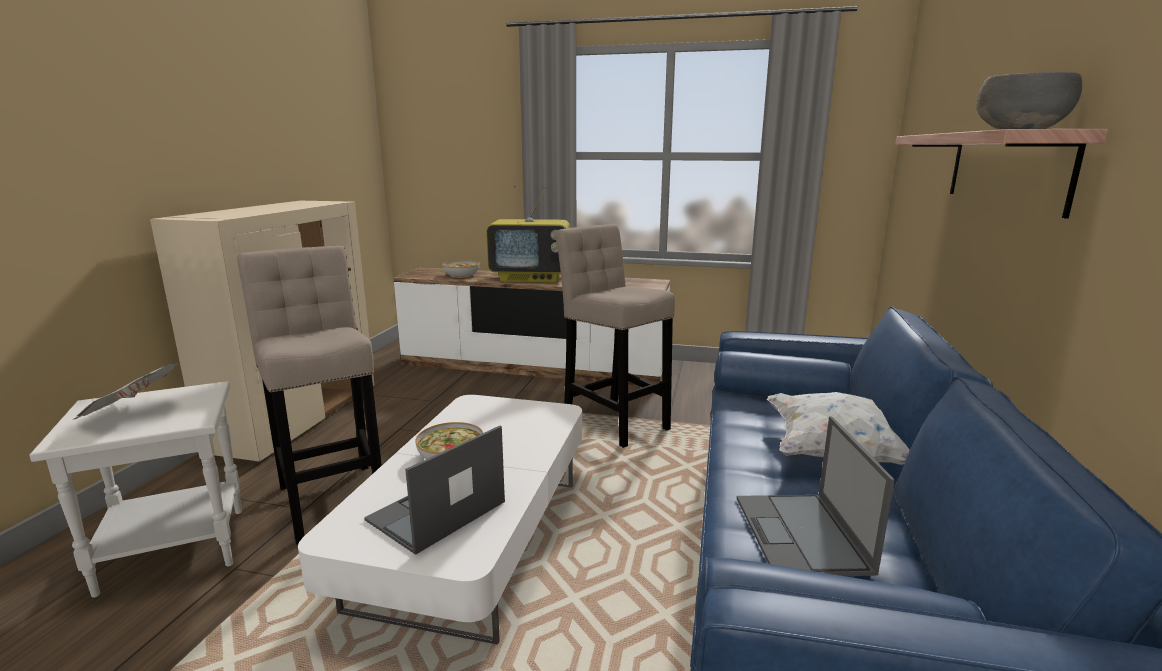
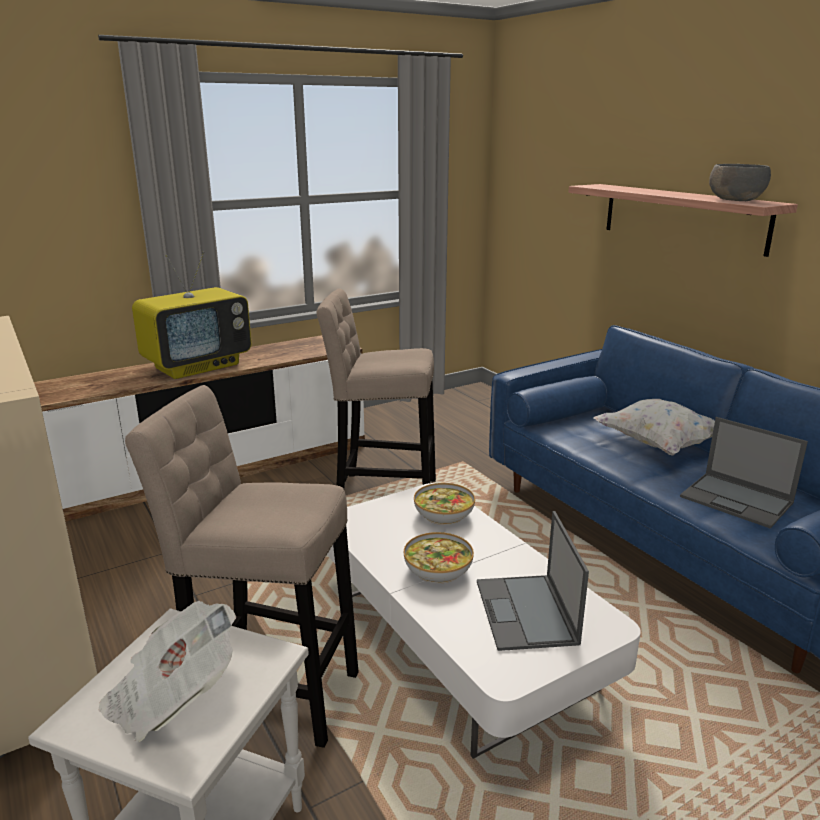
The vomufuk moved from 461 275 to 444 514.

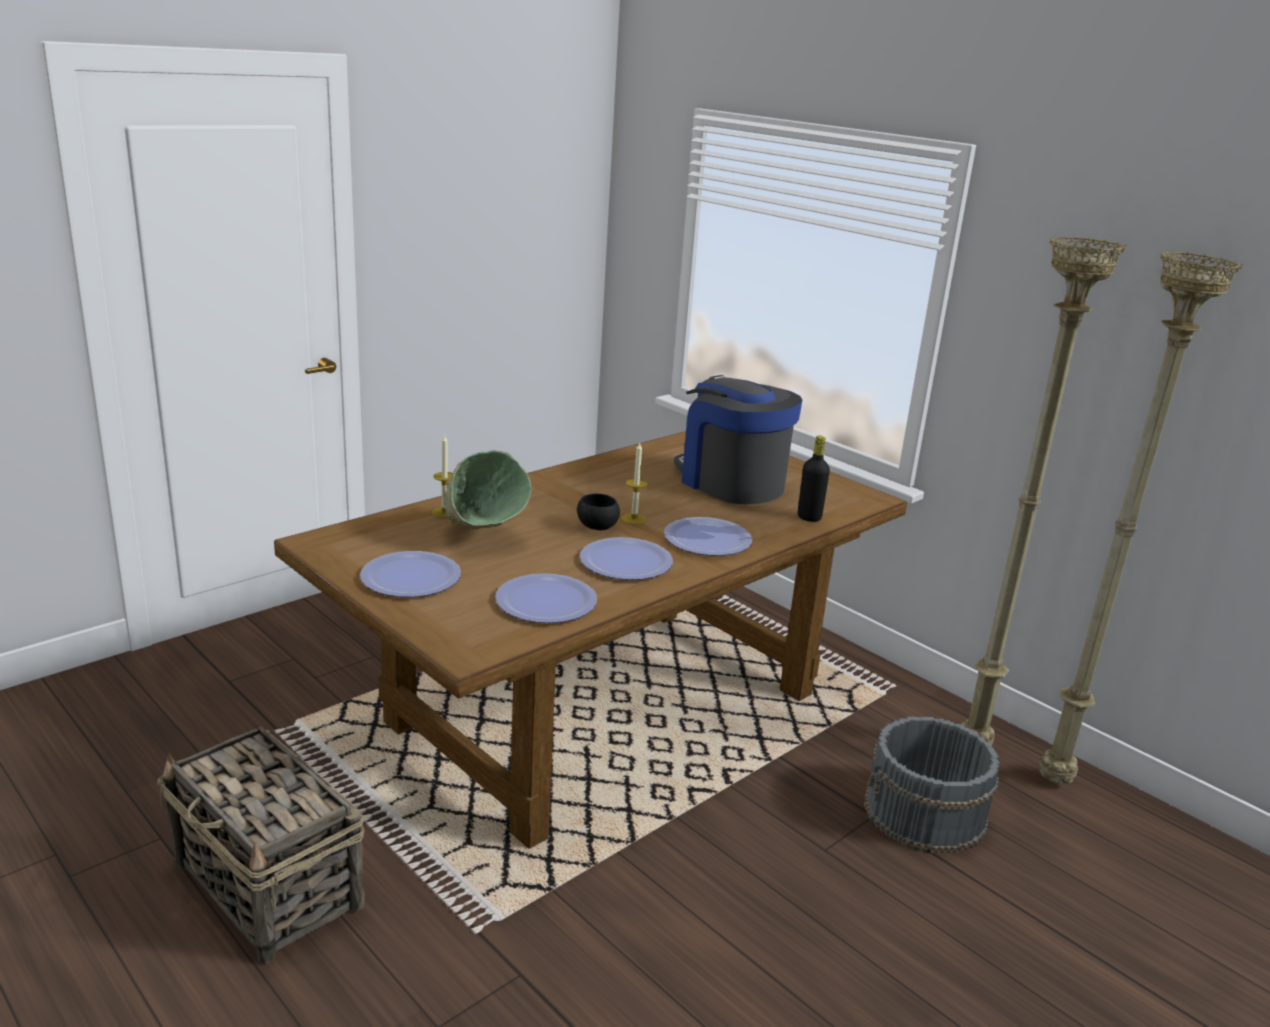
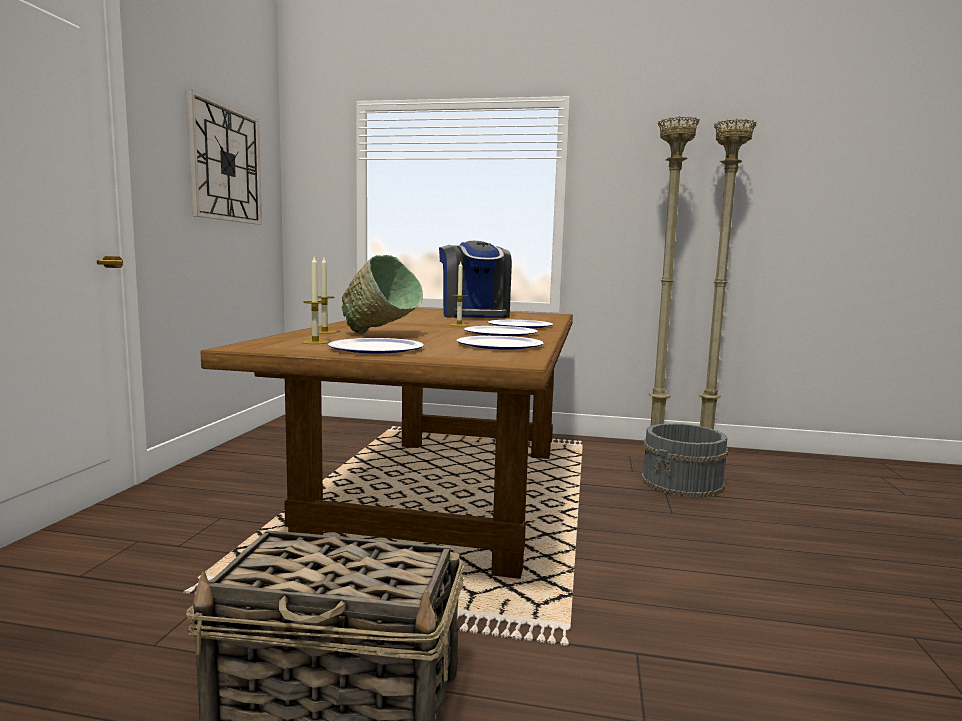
The black_vomufuk at 597 527 disappeared.
The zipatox at 730 482 turned 120 degrees counterclockwise.
The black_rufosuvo at 809 517 disappeared.
The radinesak at 226 164 appeared.
The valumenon at 315 342 appeared.

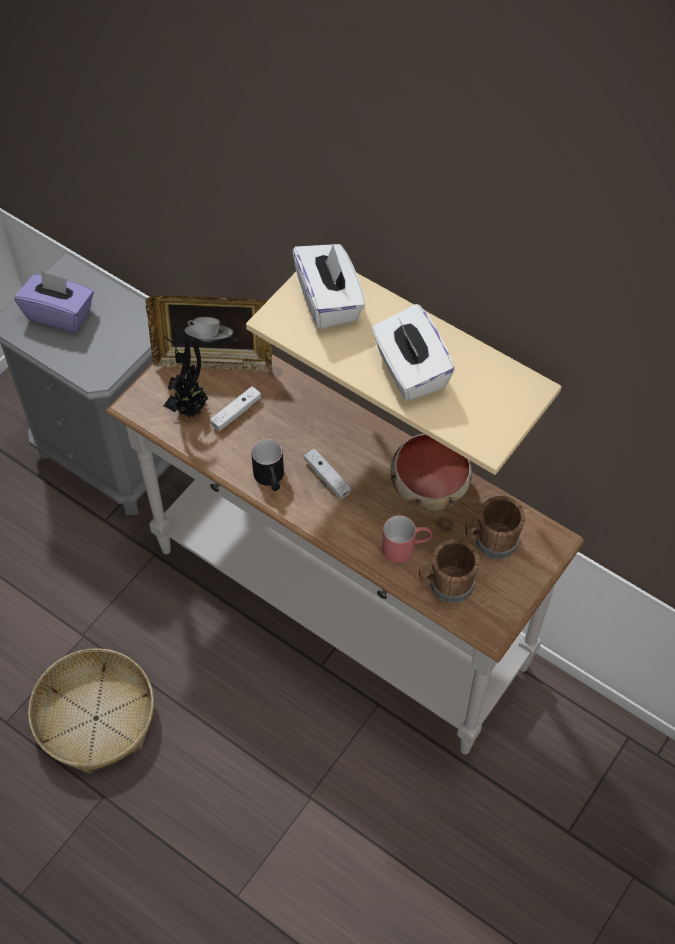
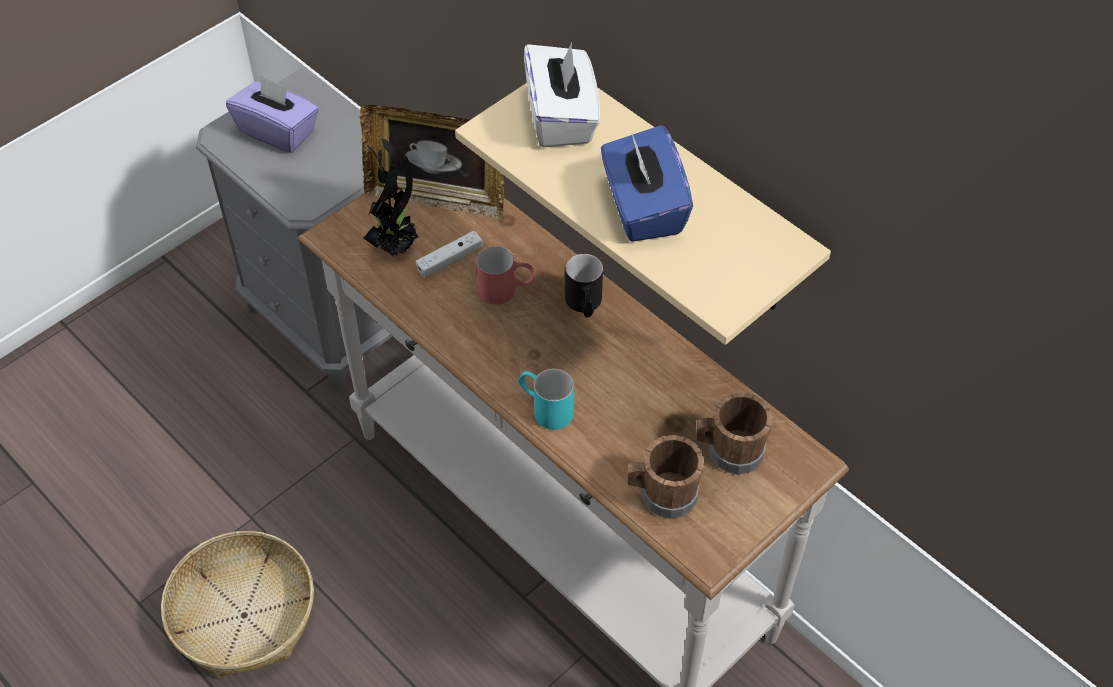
The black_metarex moved from 270 480 to 584 306.
The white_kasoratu at 327 477 disappeared.
The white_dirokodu at 410 370 became the blue_dirokodu at 642 208.
The red_metarex moved from 406 548 to 506 290.
The vomufuk at 428 485 disappeared.
The turquoise_metarex at 545 408 appeared.

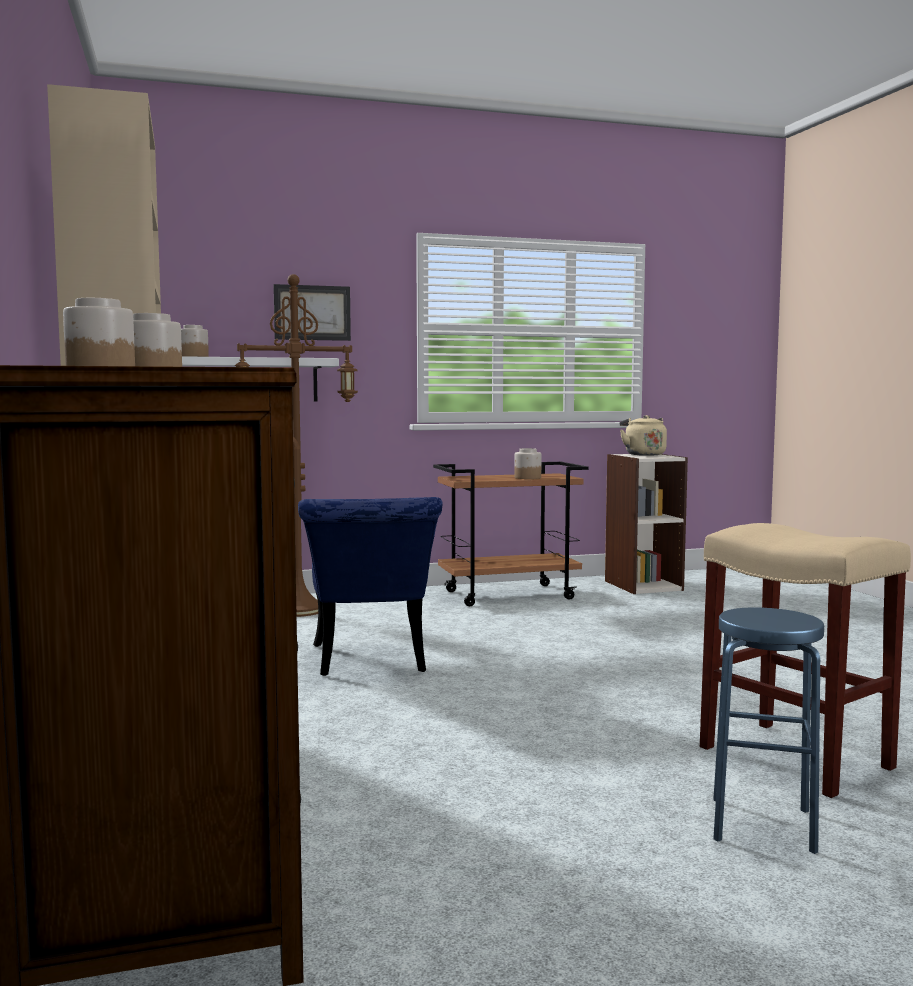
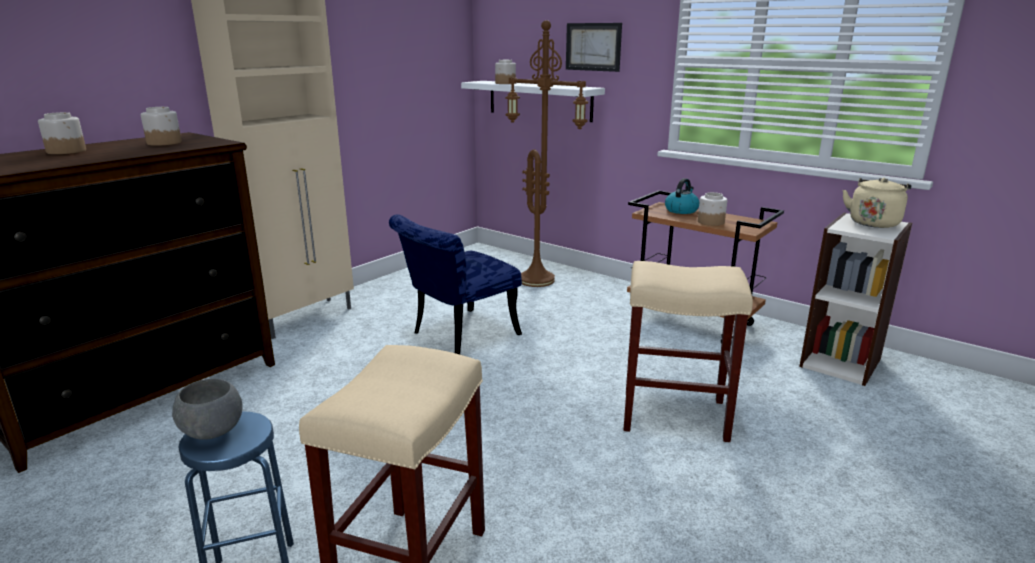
The grey_vomufuk at 212 432 appeared.
The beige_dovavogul at 673 415 appeared.
The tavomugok at 681 210 appeared.

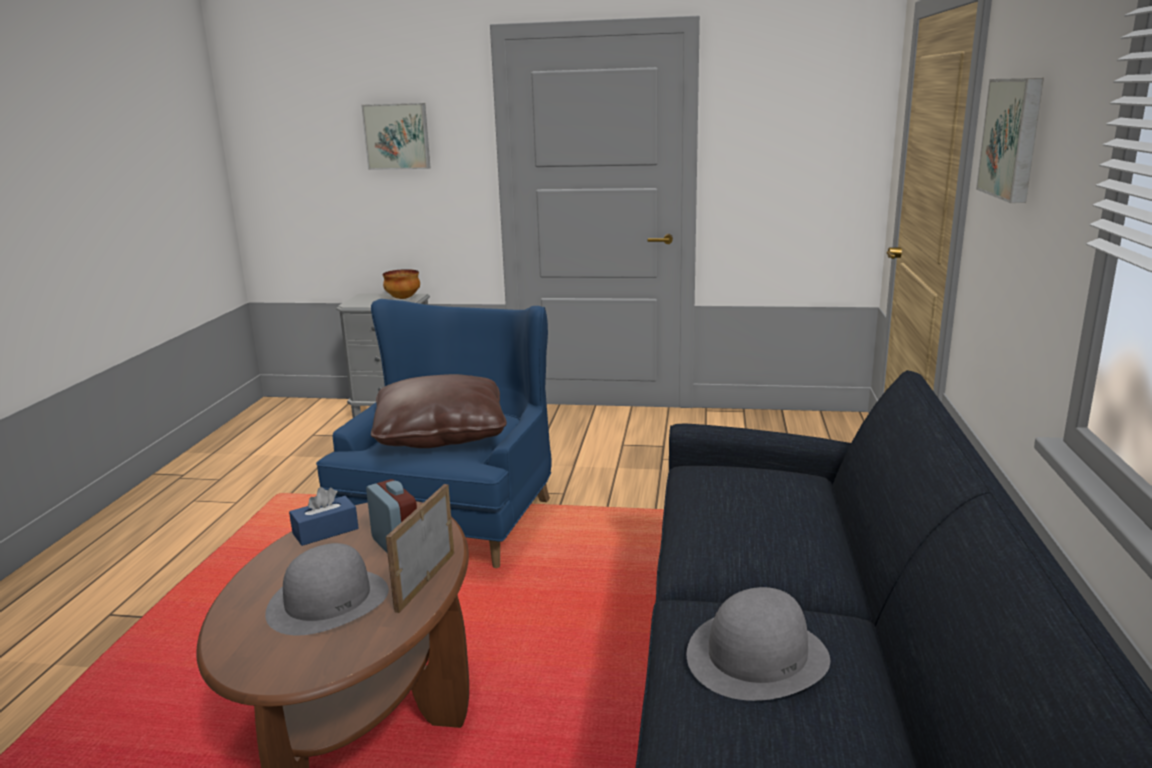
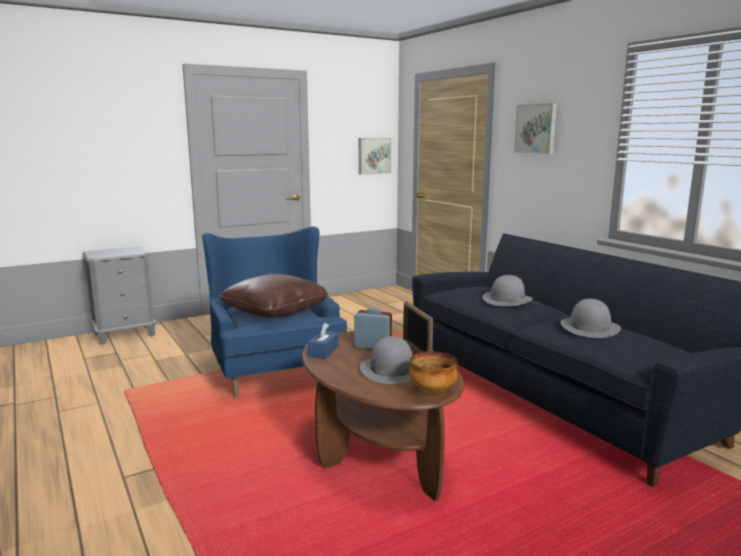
The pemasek moved from 397 136 to 373 156.
The vomufuk moved from 403 298 to 432 391.
The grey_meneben at 507 299 appeared.

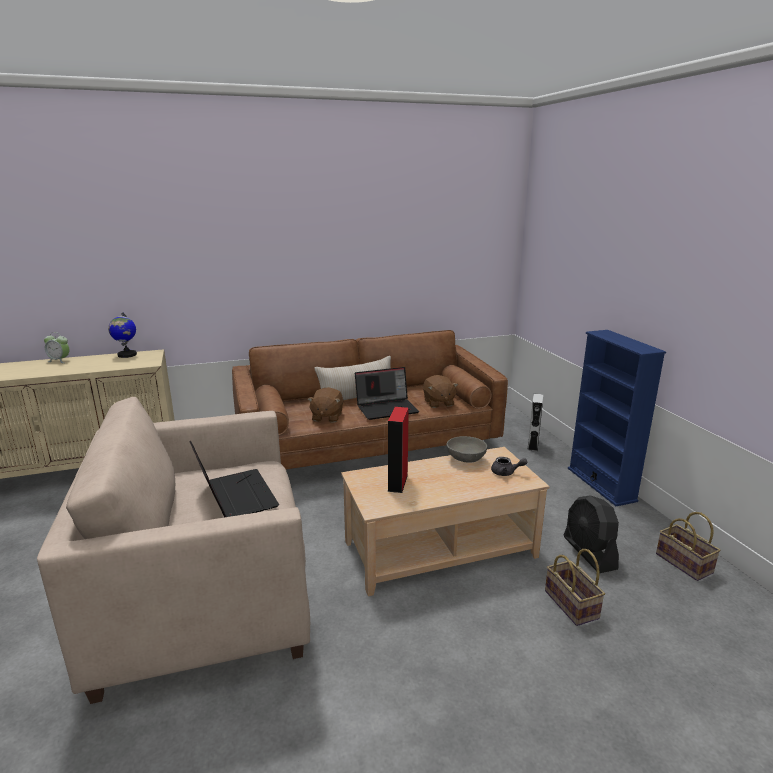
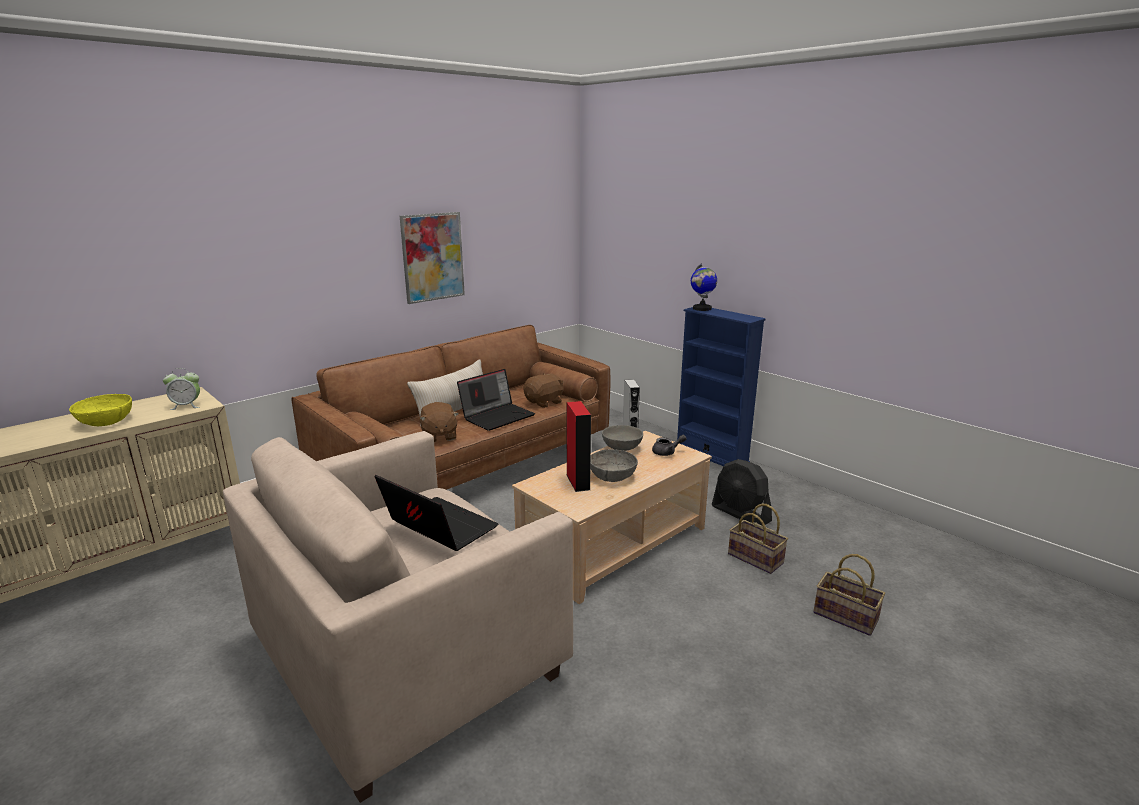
The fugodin moved from 59 360 to 186 406.
The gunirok moved from 127 355 to 702 308.
The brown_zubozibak at 438 403 turned 90 degrees counterclockwise.
The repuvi moved from 685 564 to 847 616.
The yellow_vomufuk at 106 421 appeared.
The pemasek at 432 257 appeared.
The grey_vomufuk at 612 476 appeared.

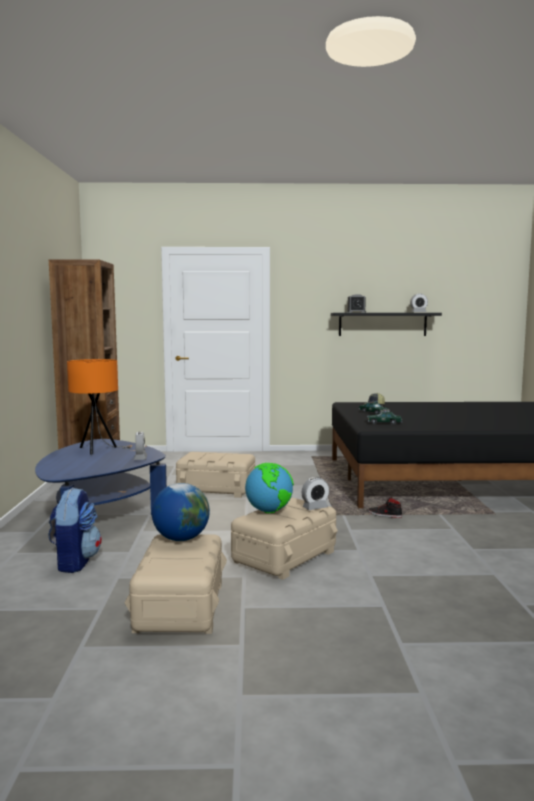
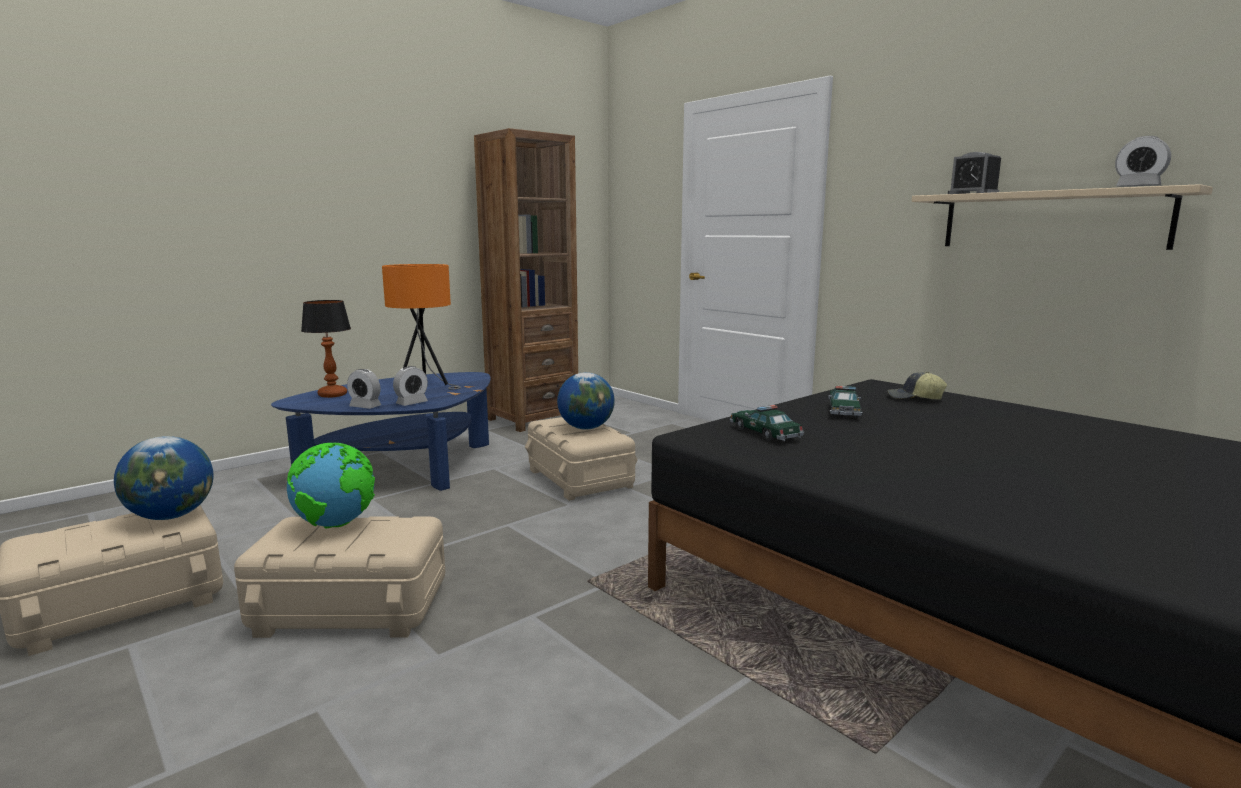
The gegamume at 75 562 disappeared.
The fugodin moved from 315 507 to 365 406.
The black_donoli at 382 324 became the beige_donoli at 1050 220.
The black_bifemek at 384 515 disappeared.
The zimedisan at 333 395 appeared.
The gunirok at 586 428 appeared.

